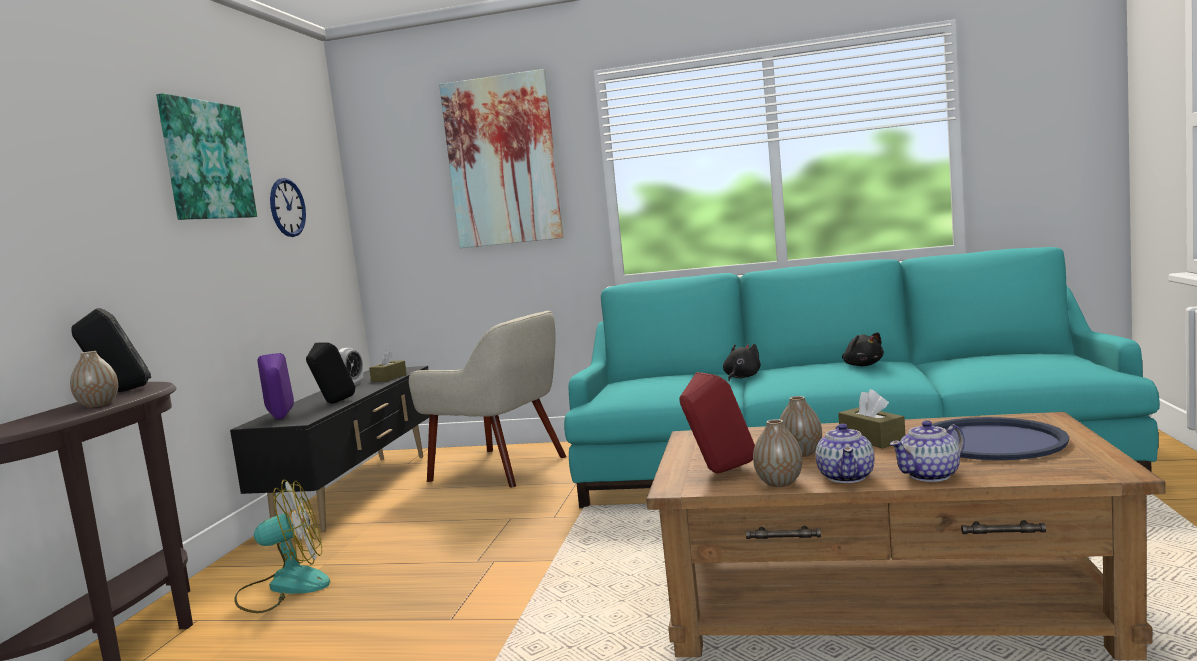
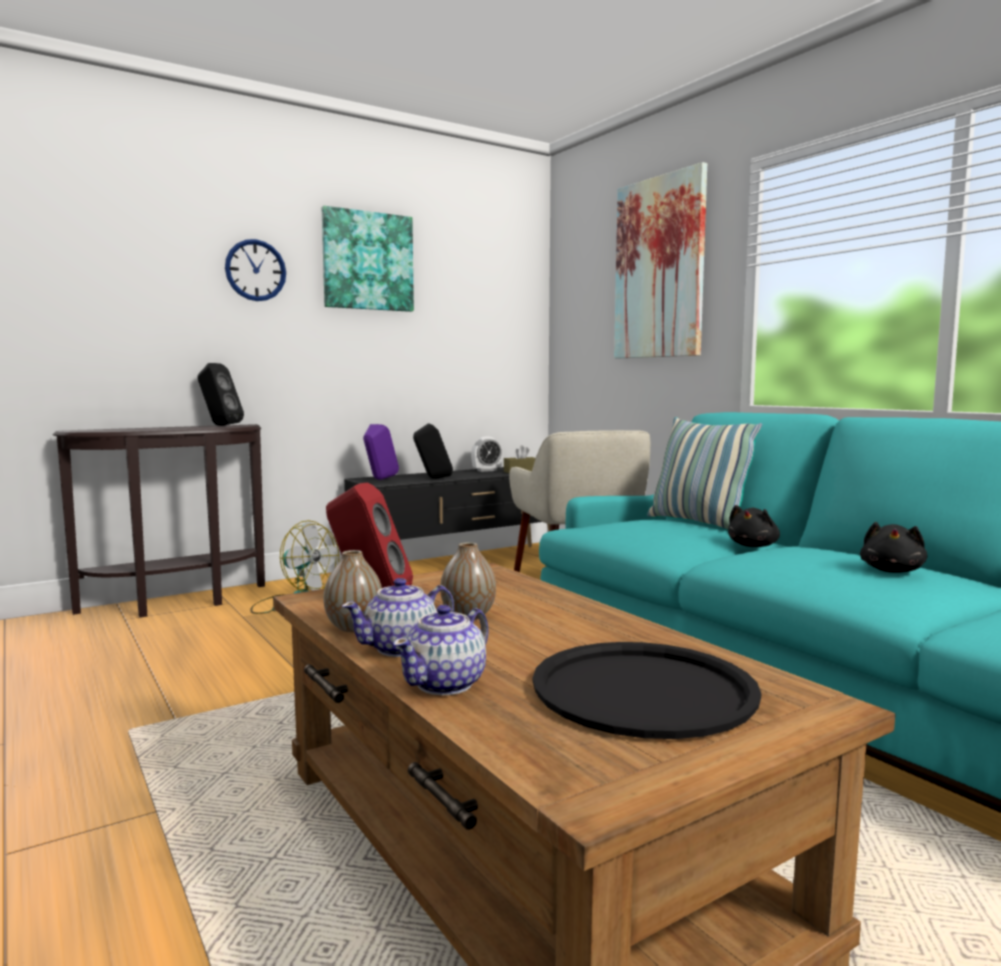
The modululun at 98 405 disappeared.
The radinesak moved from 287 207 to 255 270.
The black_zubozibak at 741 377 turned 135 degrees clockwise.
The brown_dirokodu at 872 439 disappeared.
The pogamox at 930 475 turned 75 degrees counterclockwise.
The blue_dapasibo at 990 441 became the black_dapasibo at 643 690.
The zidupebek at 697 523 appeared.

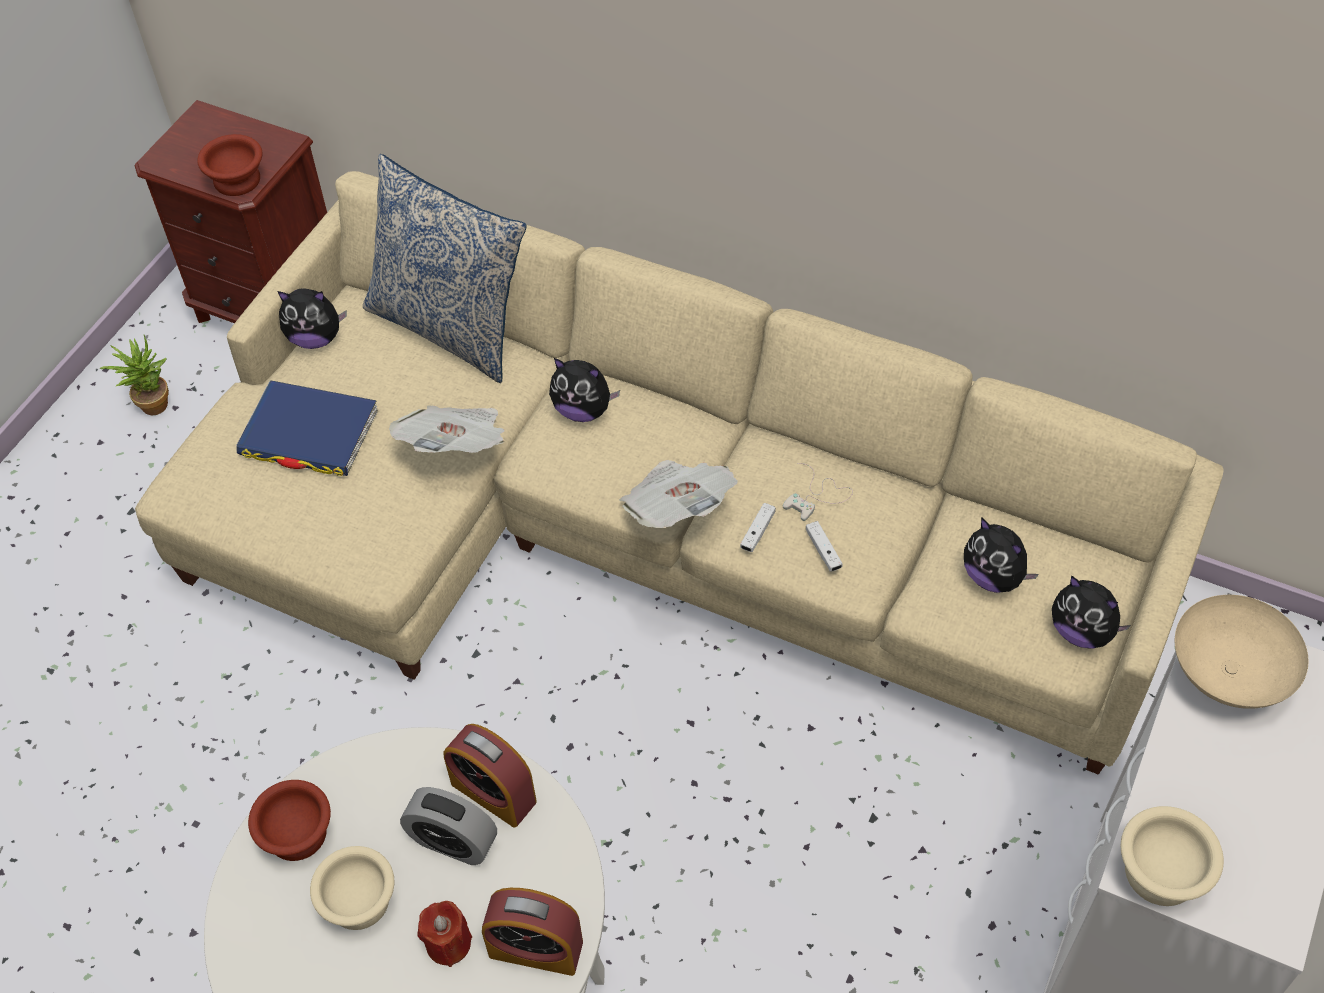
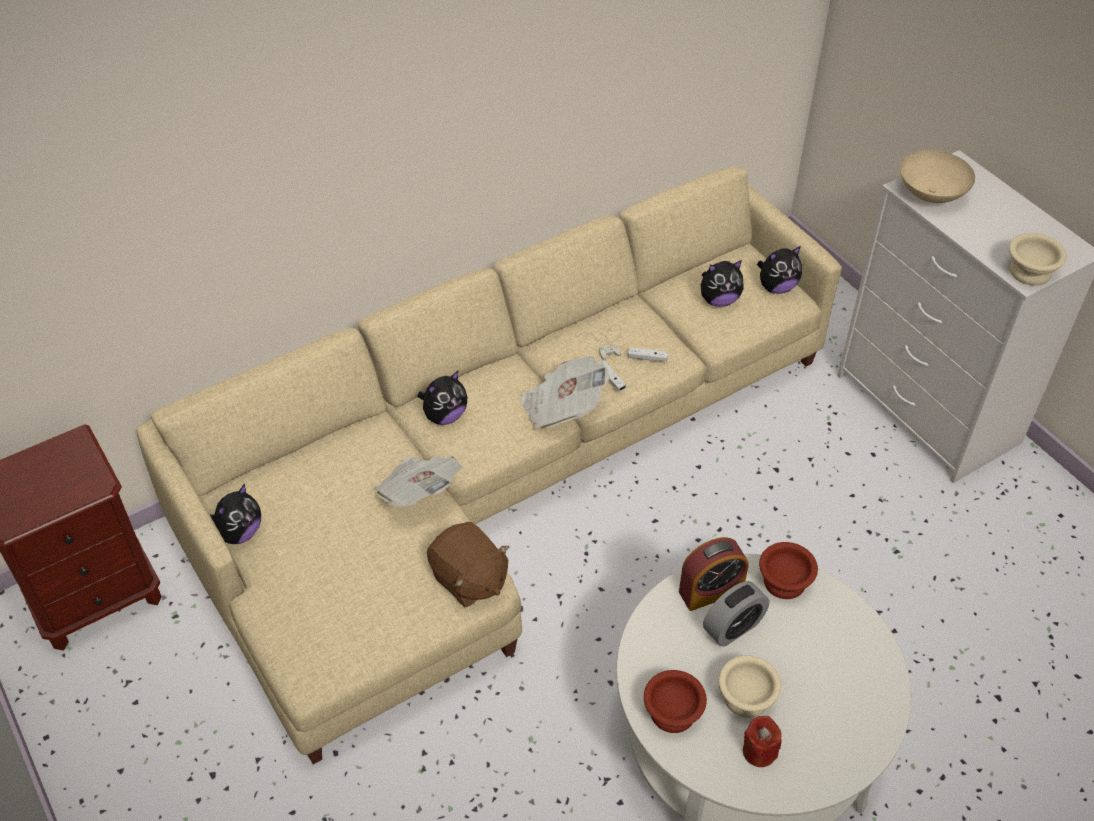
The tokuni at 151 402 disappeared.
The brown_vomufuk moved from 235 181 to 785 583.
The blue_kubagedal at 309 433 disappeared.
The zidupebek at 451 326 disappeared.
The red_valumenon moved from 448 943 to 759 751.
The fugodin at 535 948 disappeared.
The brown_zubozibak at 469 579 appeared.

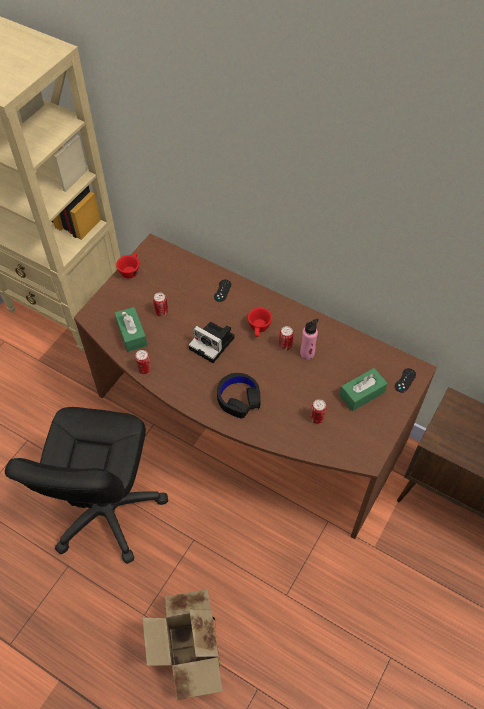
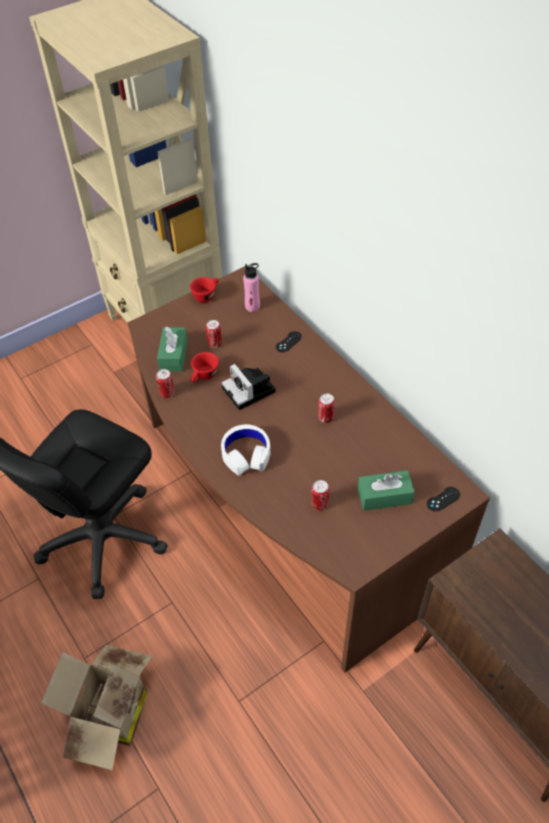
The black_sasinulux at 238 398 became the white_sasinulux at 246 454.
The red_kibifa moved from 259 329 to 204 376.
The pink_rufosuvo moved from 307 353 to 252 307.

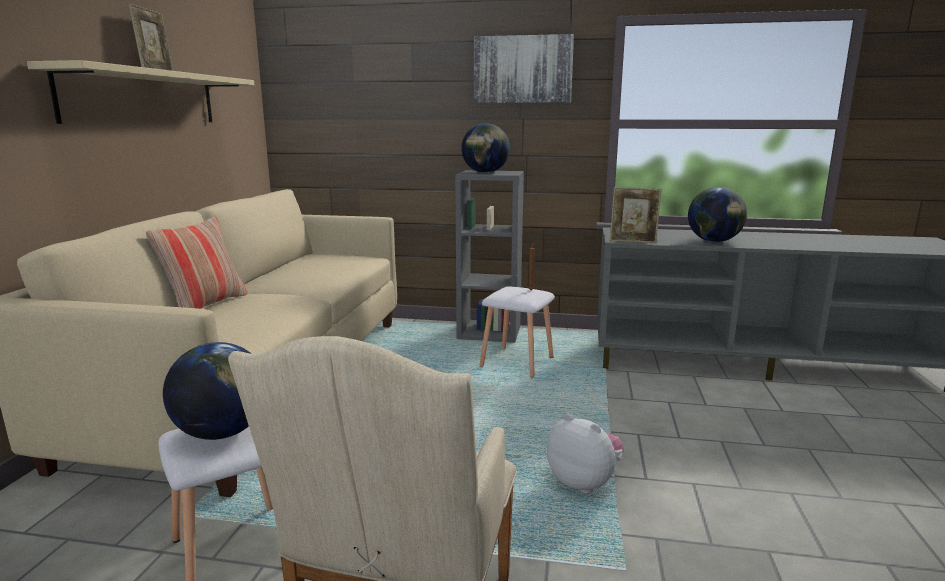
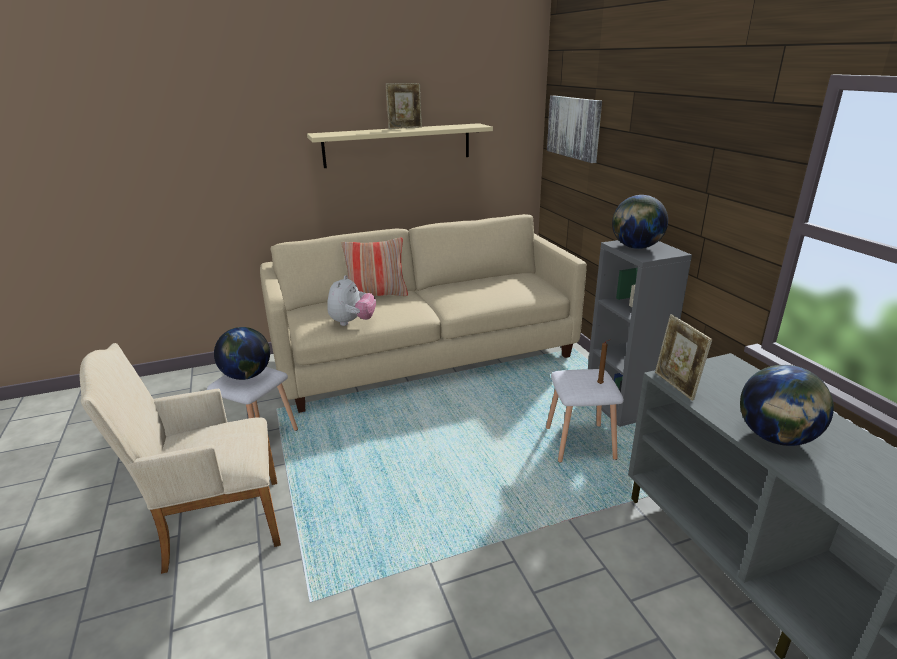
The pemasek moved from 523 69 to 574 127.
The zubozibak moved from 584 482 to 352 322.

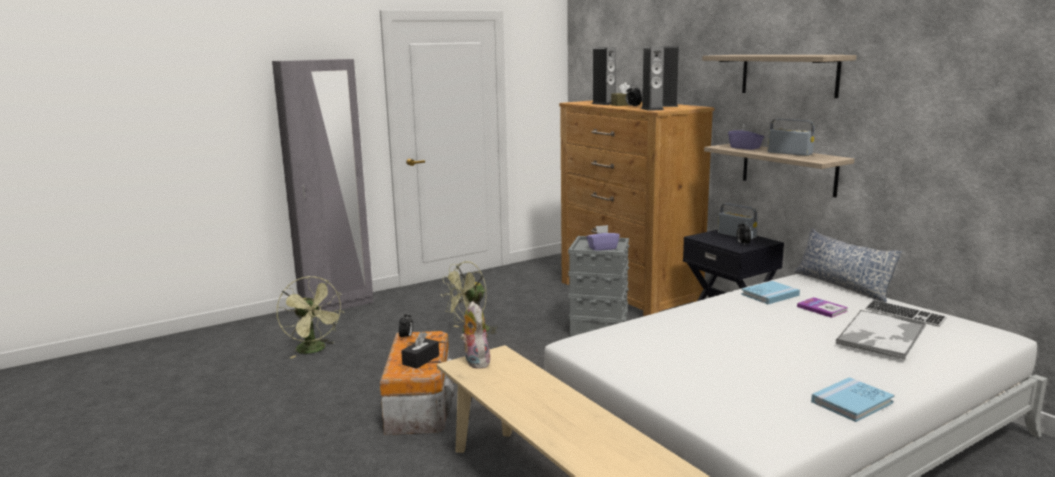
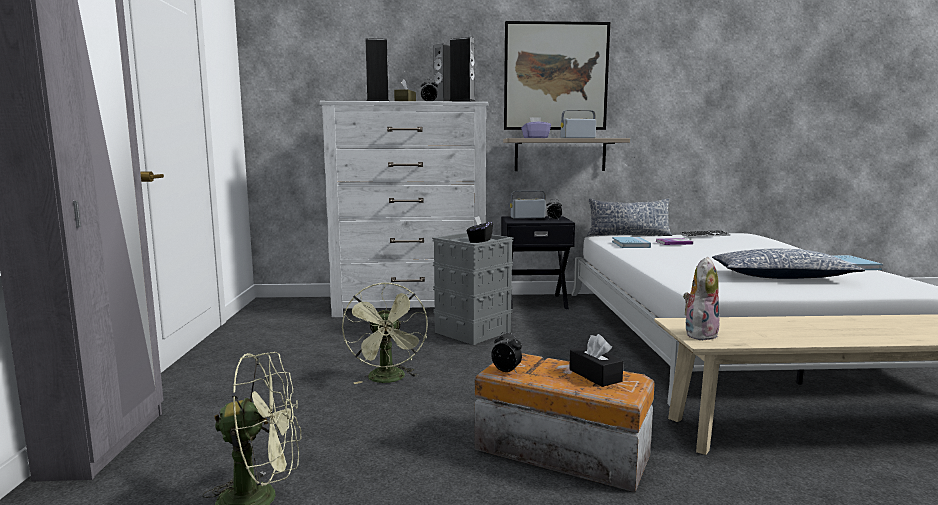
The zubozibak at 475 362 turned 120 degrees clockwise.
The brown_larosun at 628 294 became the white_larosun at 411 306.
The purple_dirokodu at 602 248 became the black_dirokodu at 479 241.
The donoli at 789 75 was replaced by the pemasek at 555 77.
The dapasibo at 880 335 disappeared.
The zidupebek at 780 277 appeared.

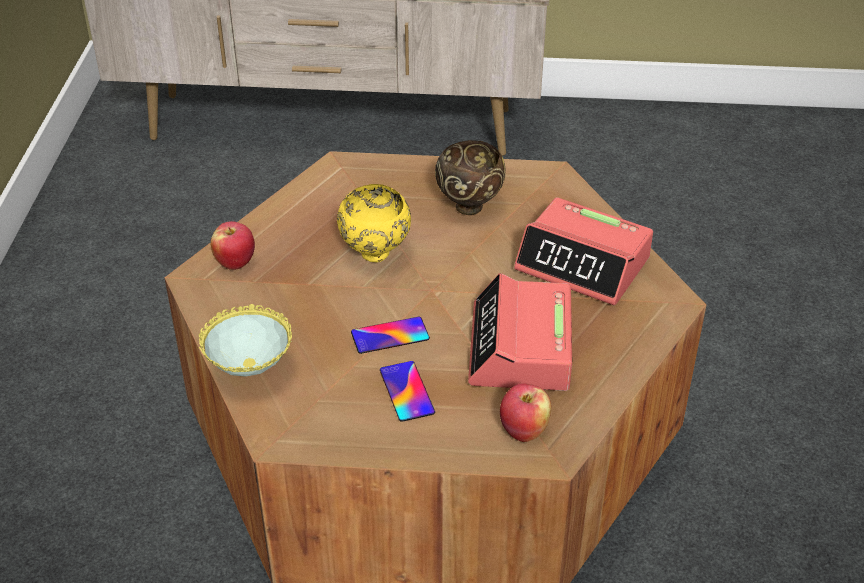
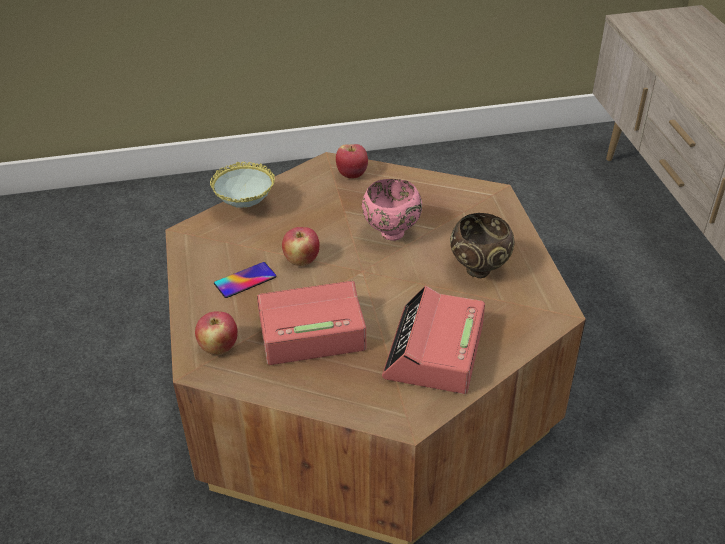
The yellow_vomufuk at 375 255 became the pink_vomufuk at 390 234.
The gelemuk at 390 336 was replaced by the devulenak at 301 260.

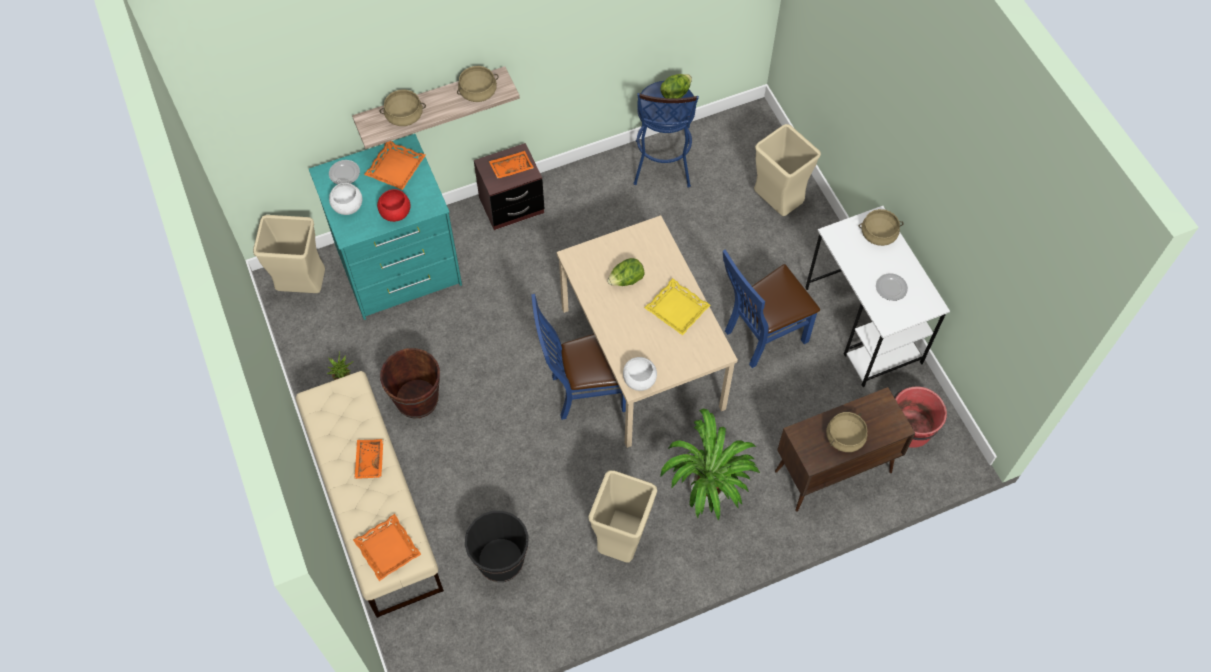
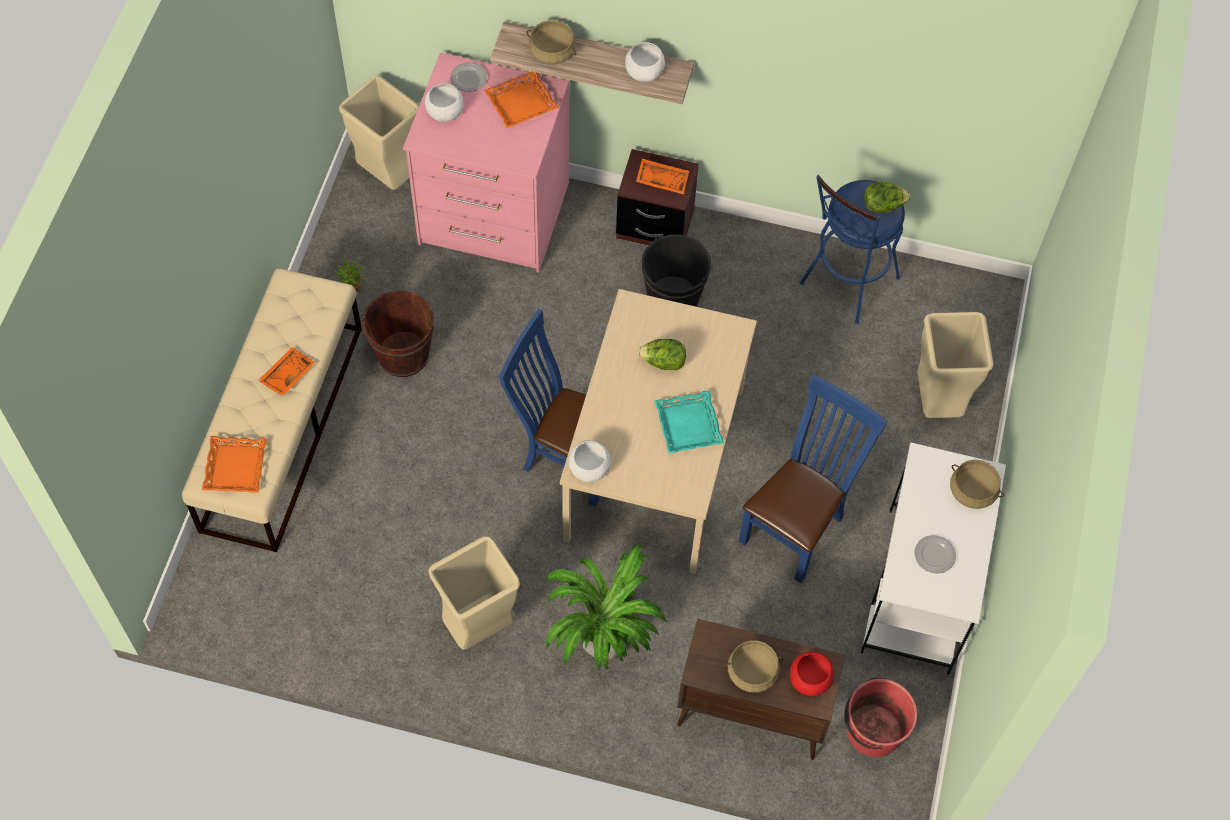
The turquoise_larosun at 399 267 became the pink_larosun at 493 215.
The red_vomufuk moved from 395 213 to 809 680.
The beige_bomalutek at 478 92 was replaced by the white_vomufuk at 644 72.
The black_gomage moved from 501 560 to 673 299.
The yellow_dapasibo at 676 310 became the turquoise_dapasibo at 687 425.
The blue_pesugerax at 761 336 turned 120 degrees clockwise.

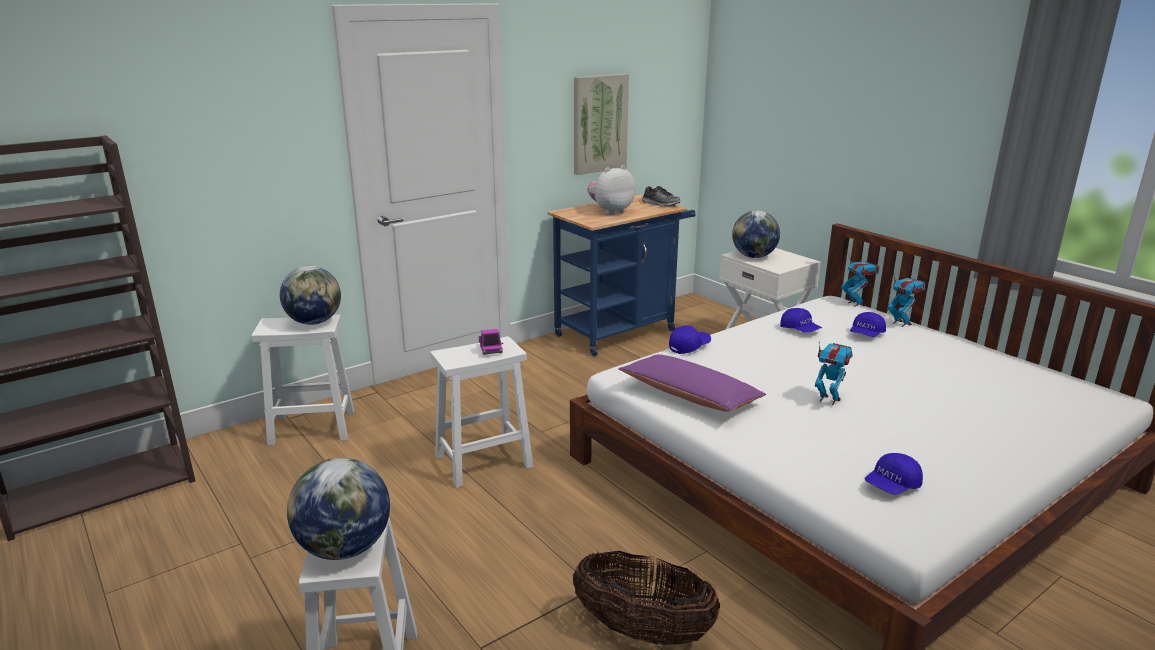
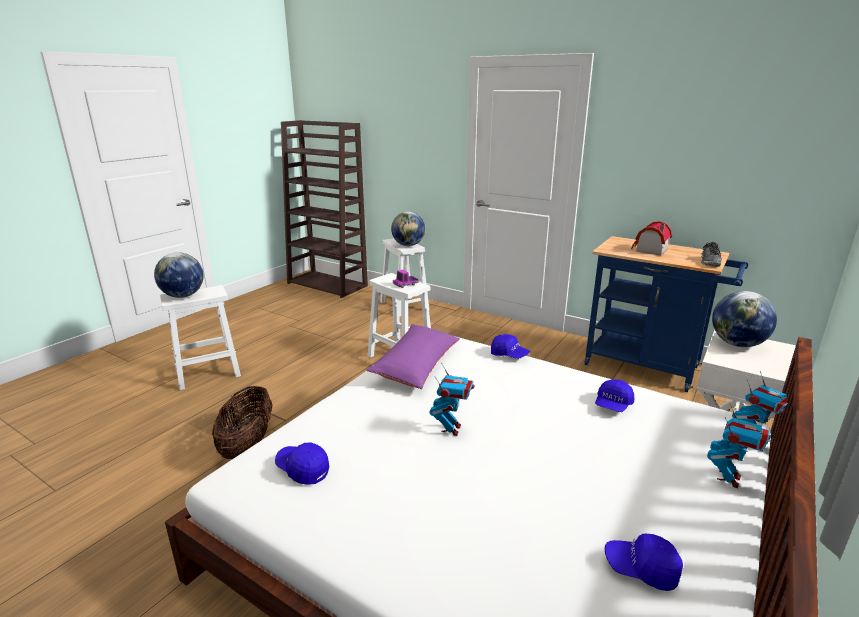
The pemasek at 599 123 disappeared.
The zubozibak at 610 211 was replaced by the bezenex at 649 250.
The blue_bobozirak moved from 866 334 to 641 569.

